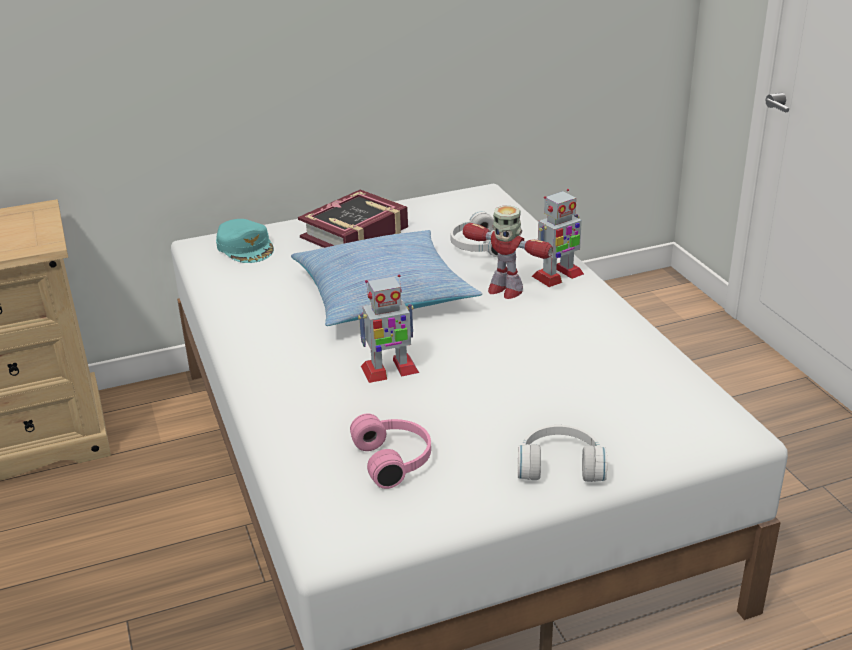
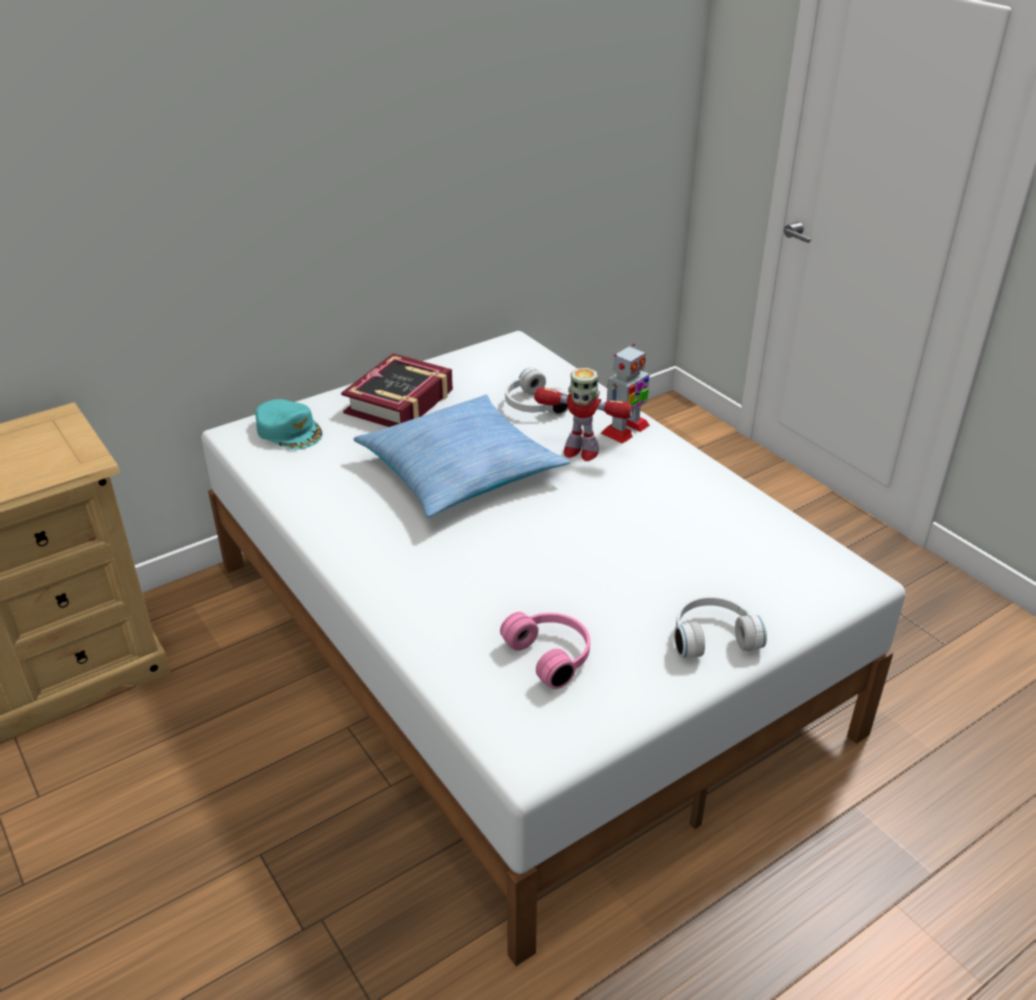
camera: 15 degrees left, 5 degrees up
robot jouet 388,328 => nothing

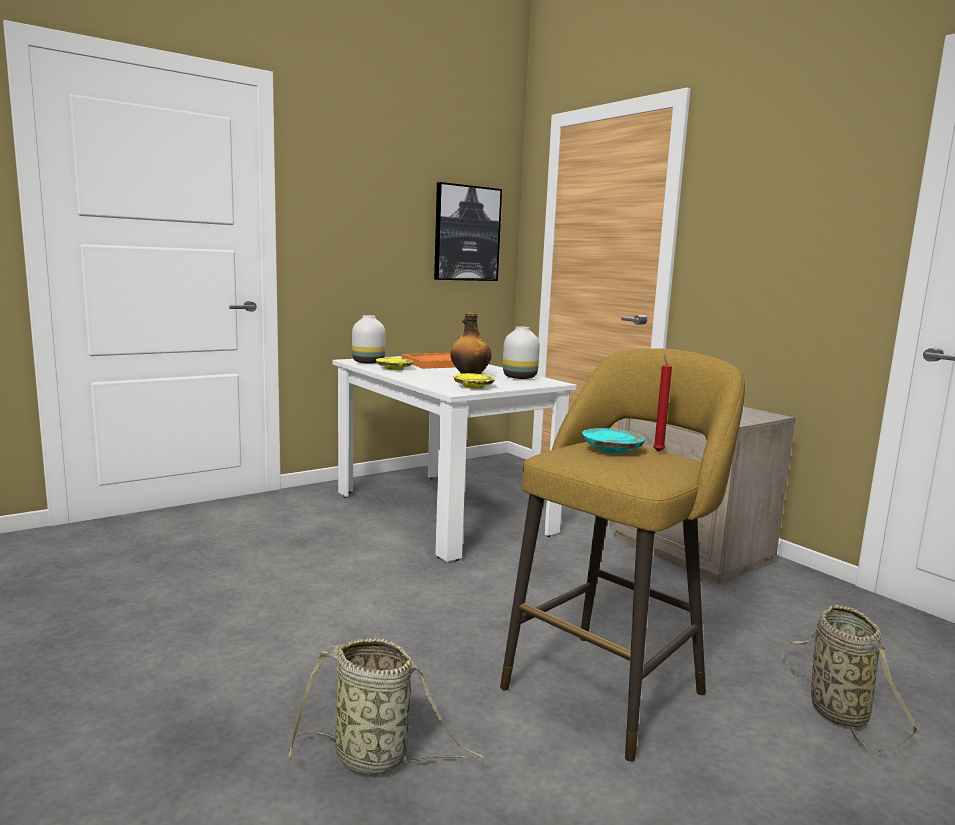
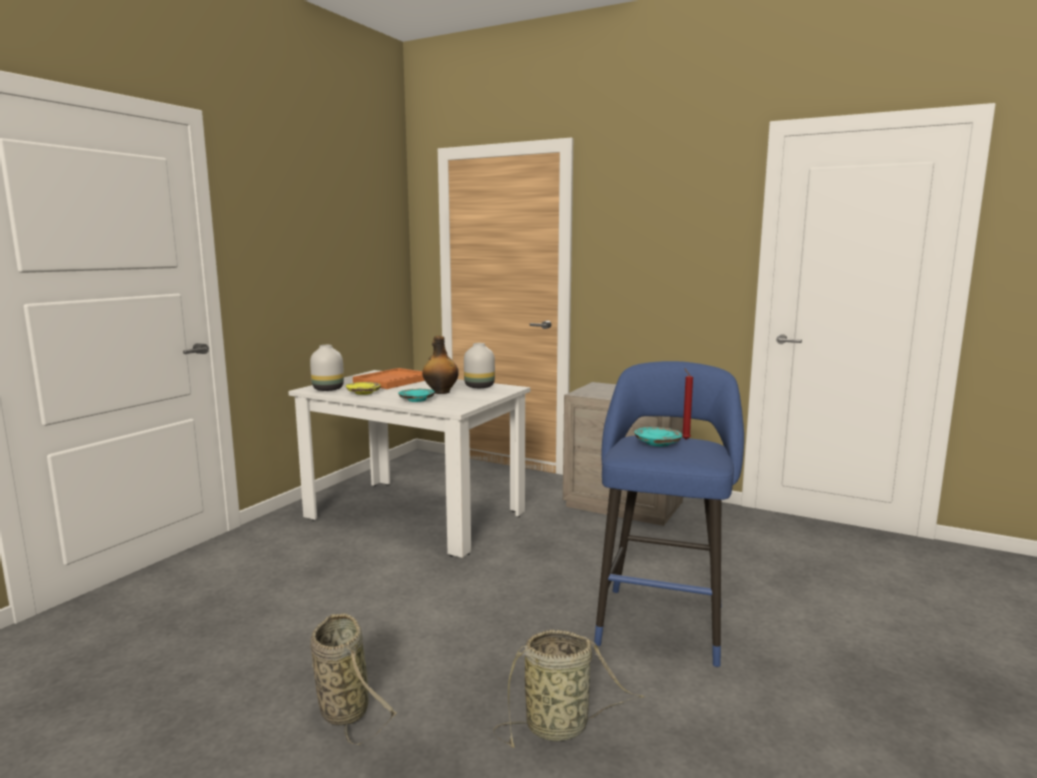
camera: 25 degrees left, 0 degrees up
panier 851,678 => panier 354,679, move
nothing => assiette/turquoise 416,395
tabouret/jaune 622,554 => tabouret/bleu 669,514
tableau 468,231 => nothing
assiette/jaune 474,381 => nothing

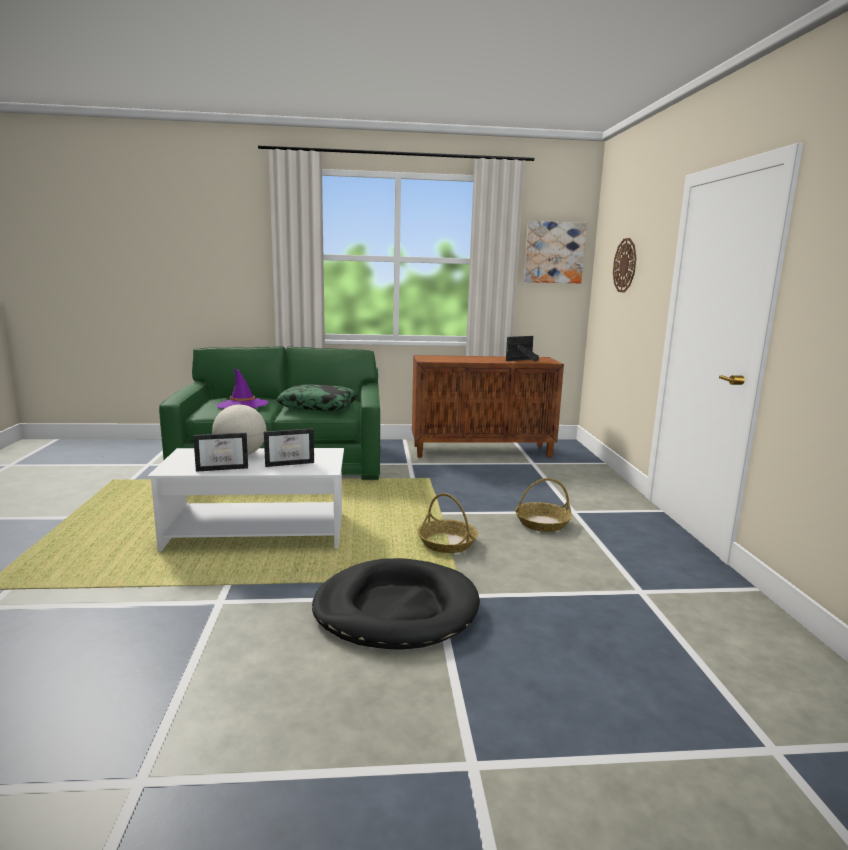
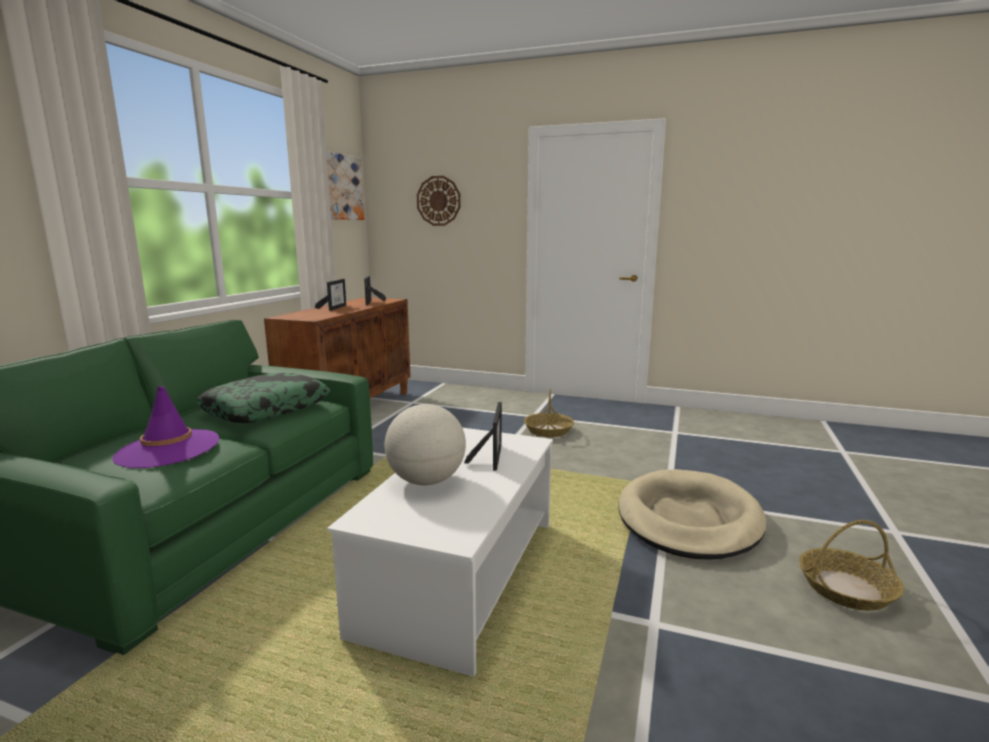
camera: 65 degrees left, 0 degrees up
cadre photo 220,452 => cadre photo 331,295, move
panier pour chien/noir 396,604 => panier pour chien/beige 692,514
panier 447,523 => panier 851,565, move

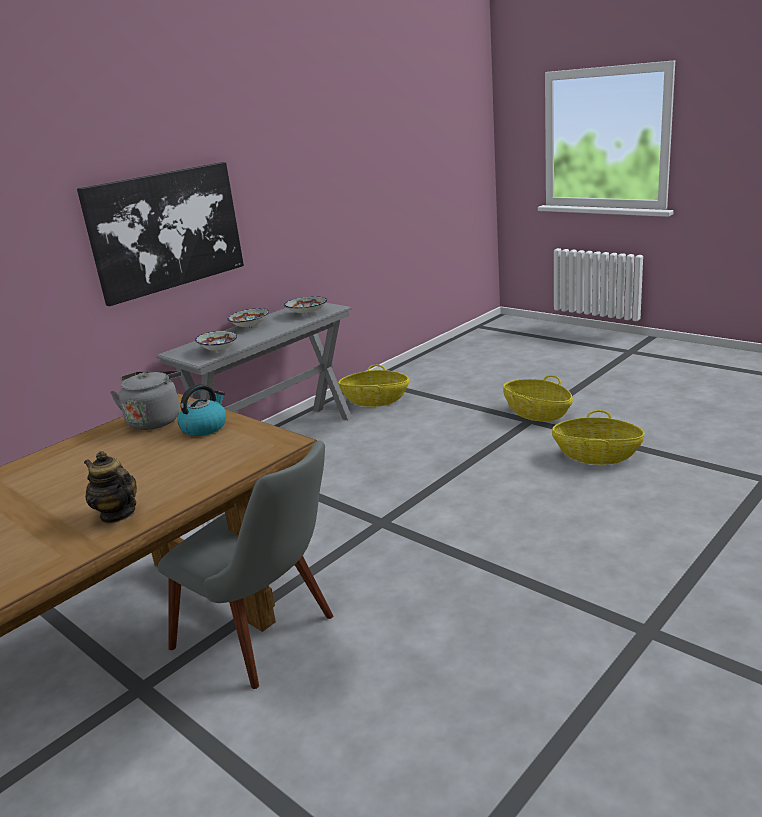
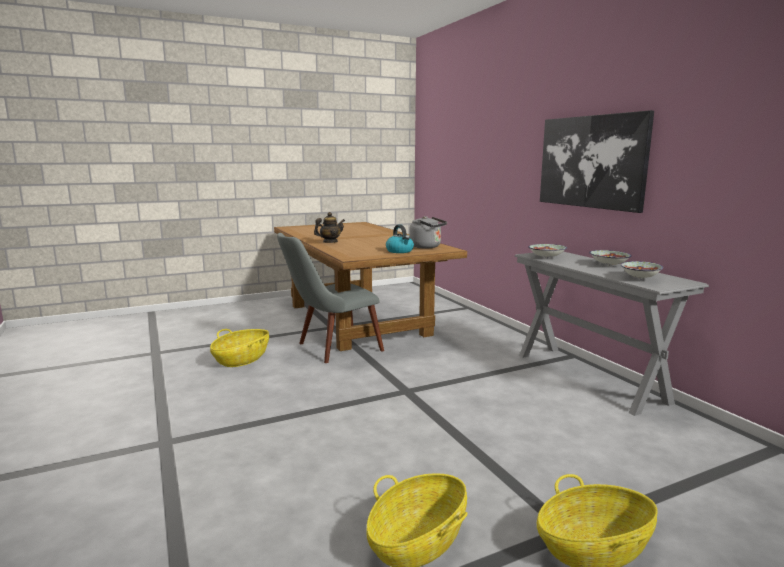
camera: 110 degrees right, 10 degrees down
panier 373,386 => panier 239,348, move

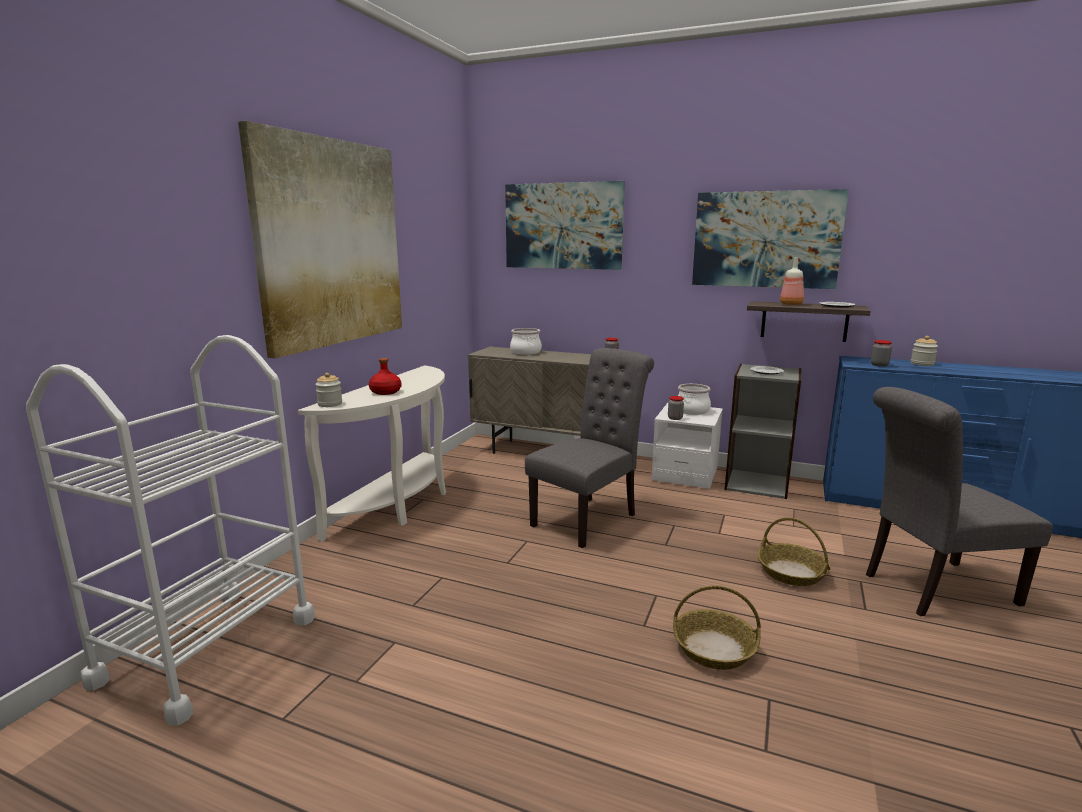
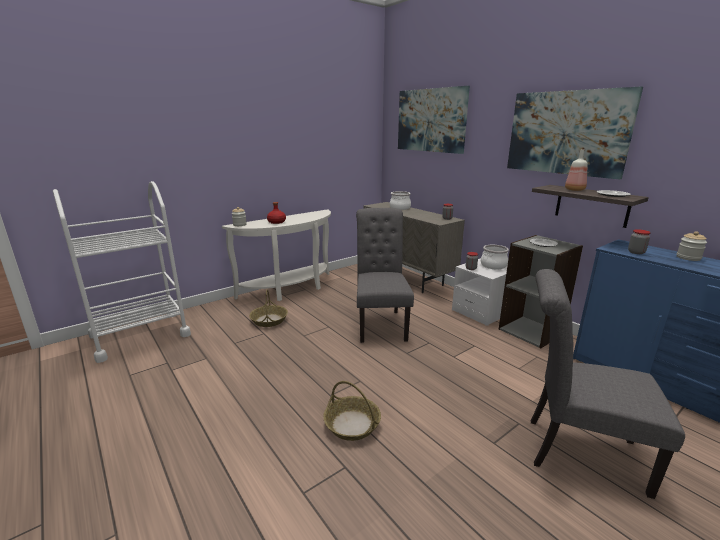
camera: 30 degrees right, 5 degrees up
panier 794,551 => panier 268,308, move
chaise/gris 589,448 => chaise/gris 385,275, 75 degrees counterclockwise
tableau 320,239 => nothing

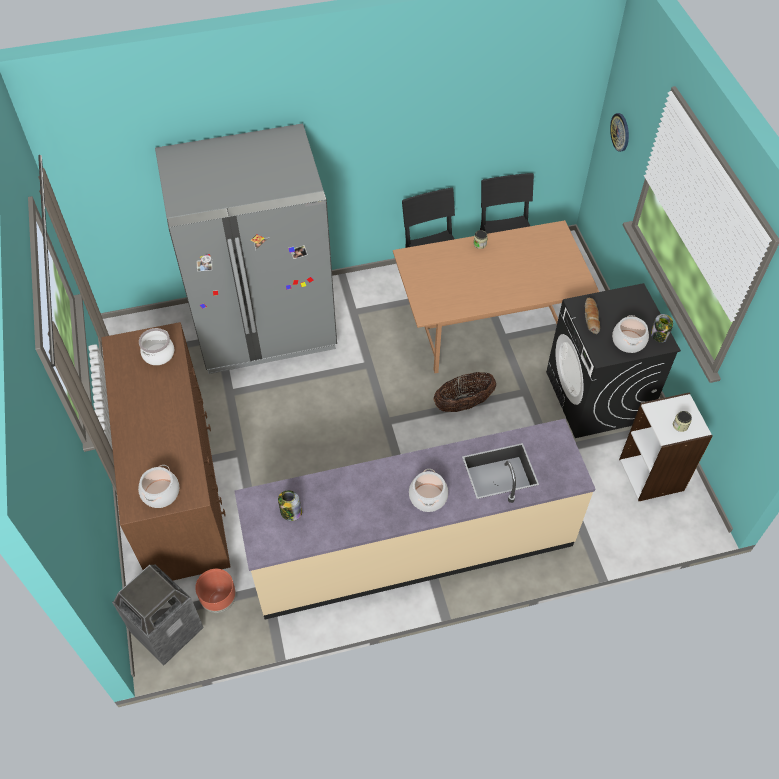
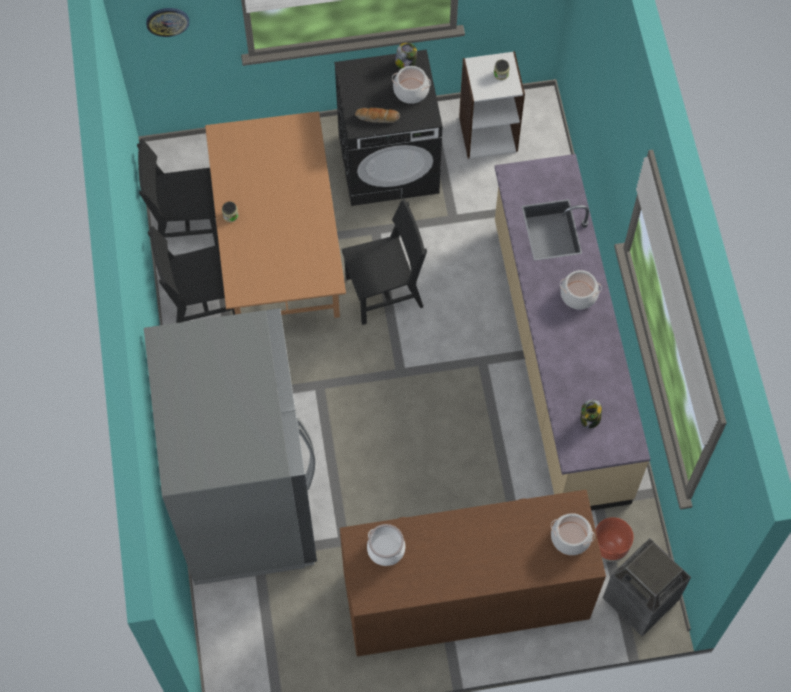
camera: 85 degrees left, 10 degrees up
panier 465,392 => chaise/noir 384,262

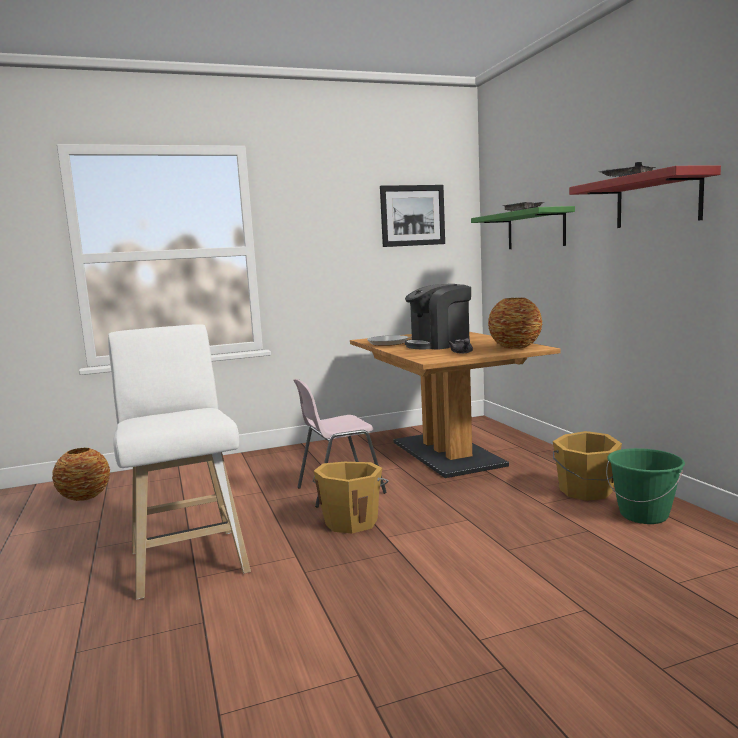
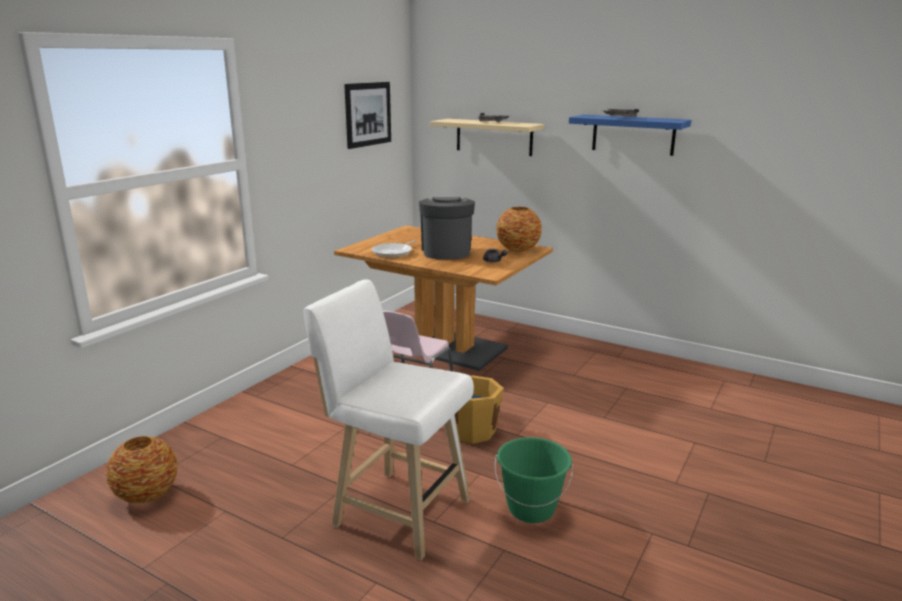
camera: 40 degrees left, 10 degrees up
machine à café 438,317 => machine à café 447,228, 150 degrees clockwise
étagère/vert 523,227 => étagère/beige 487,137
seau/vert 645,486 => seau/vert 534,480, move
étagère/rouge 645,197 => étagère/bleu 630,135
seau/orange 587,466 => nothing

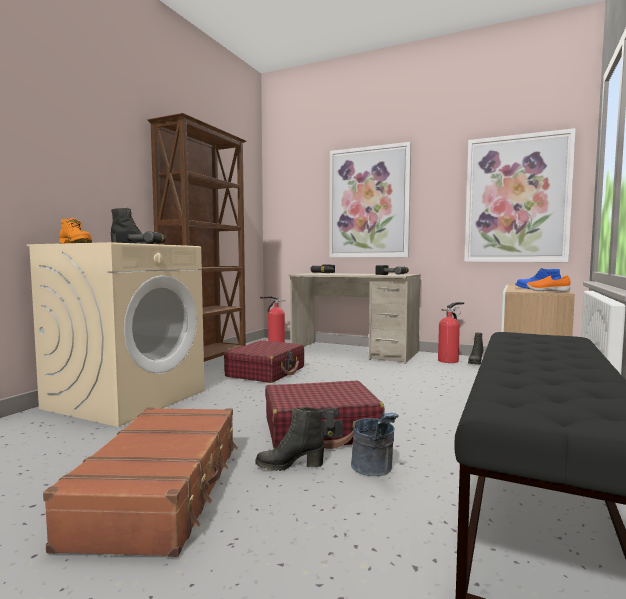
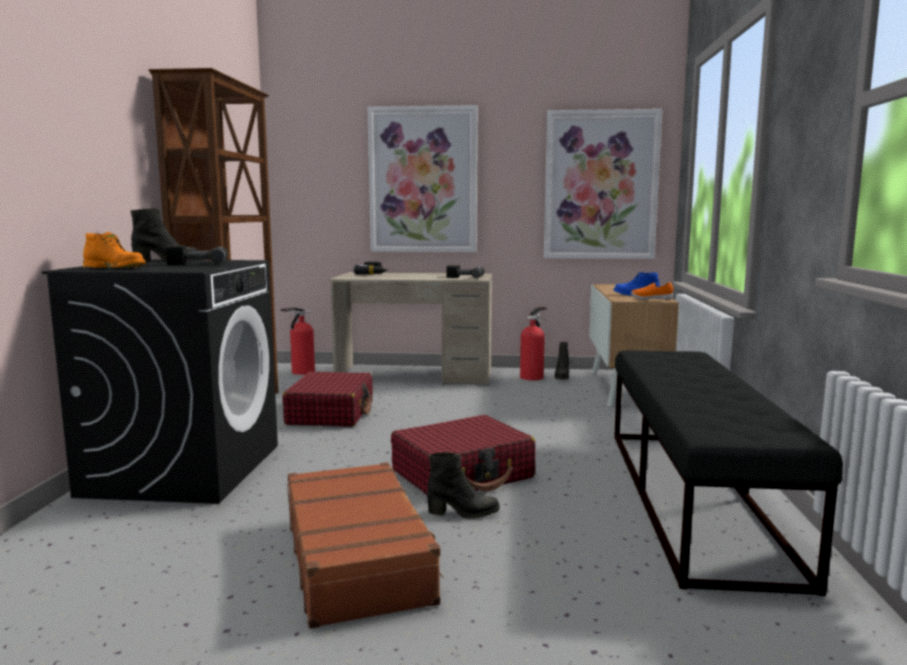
camera: 20 degrees left, 5 degrees up
lave-linge/beige 116,334 => lave-linge/noir 159,381
botte/noir 289,439 => botte/noir 463,485, 150 degrees counterclockwise
seau/gris 375,444 => nothing

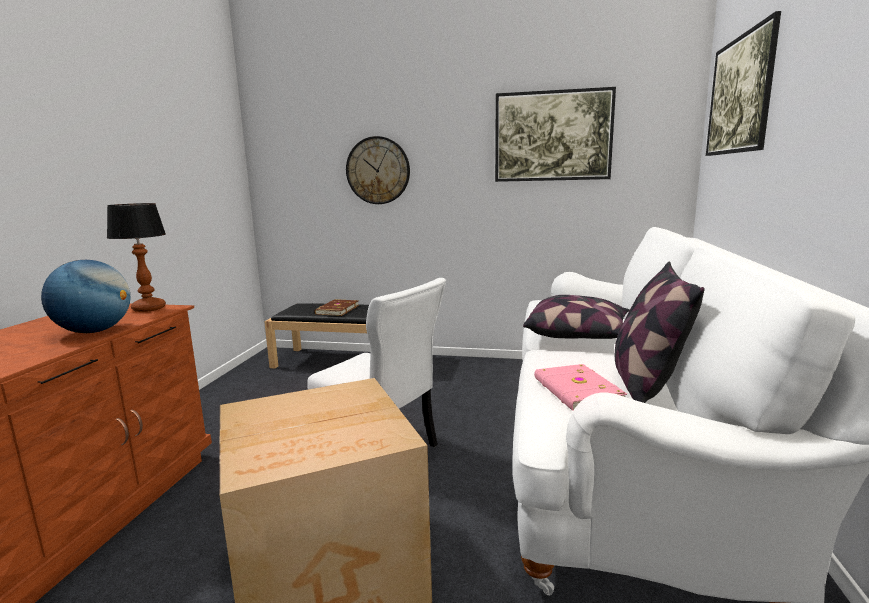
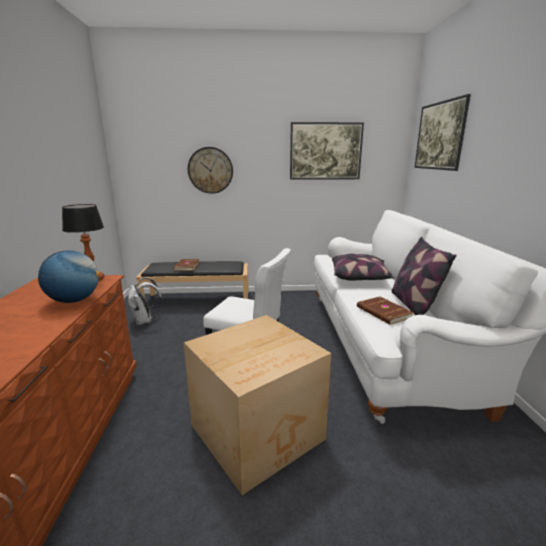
camera: 15 degrees left, 5 degrees up
nothing => sac à dos/blanc 145,301
livre/rose 580,387 => livre/marron 385,311

